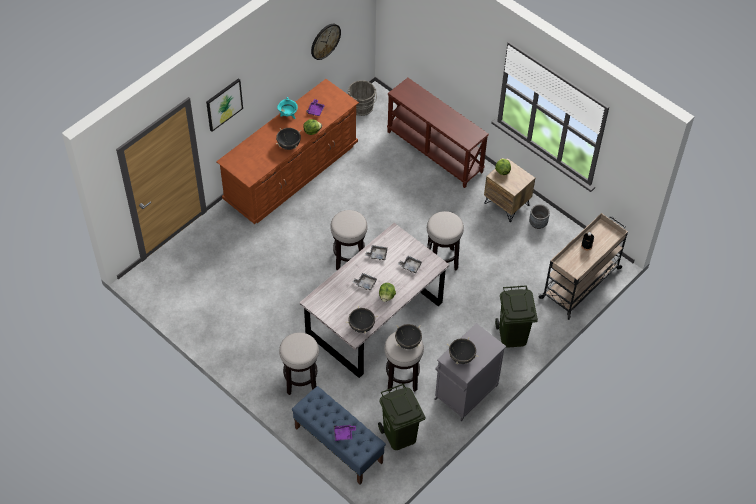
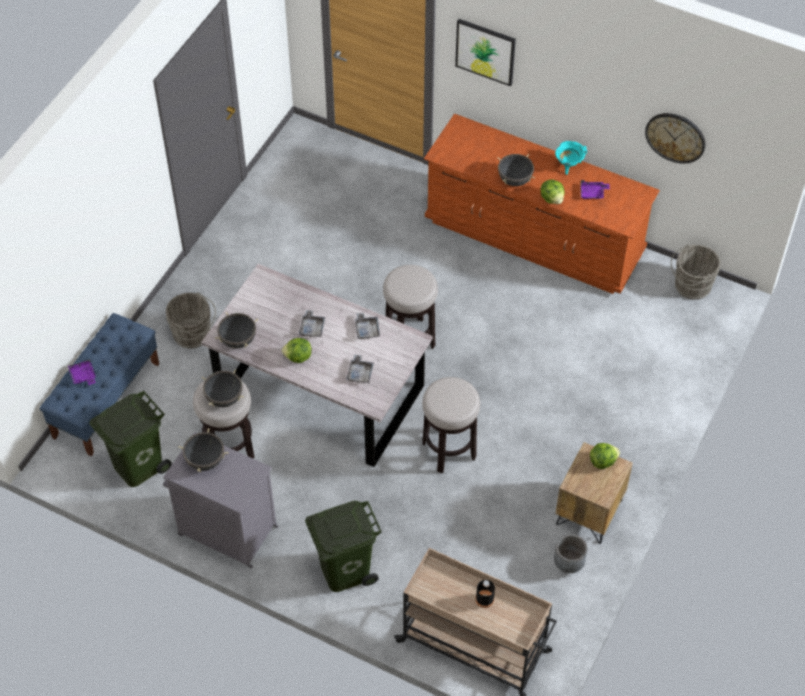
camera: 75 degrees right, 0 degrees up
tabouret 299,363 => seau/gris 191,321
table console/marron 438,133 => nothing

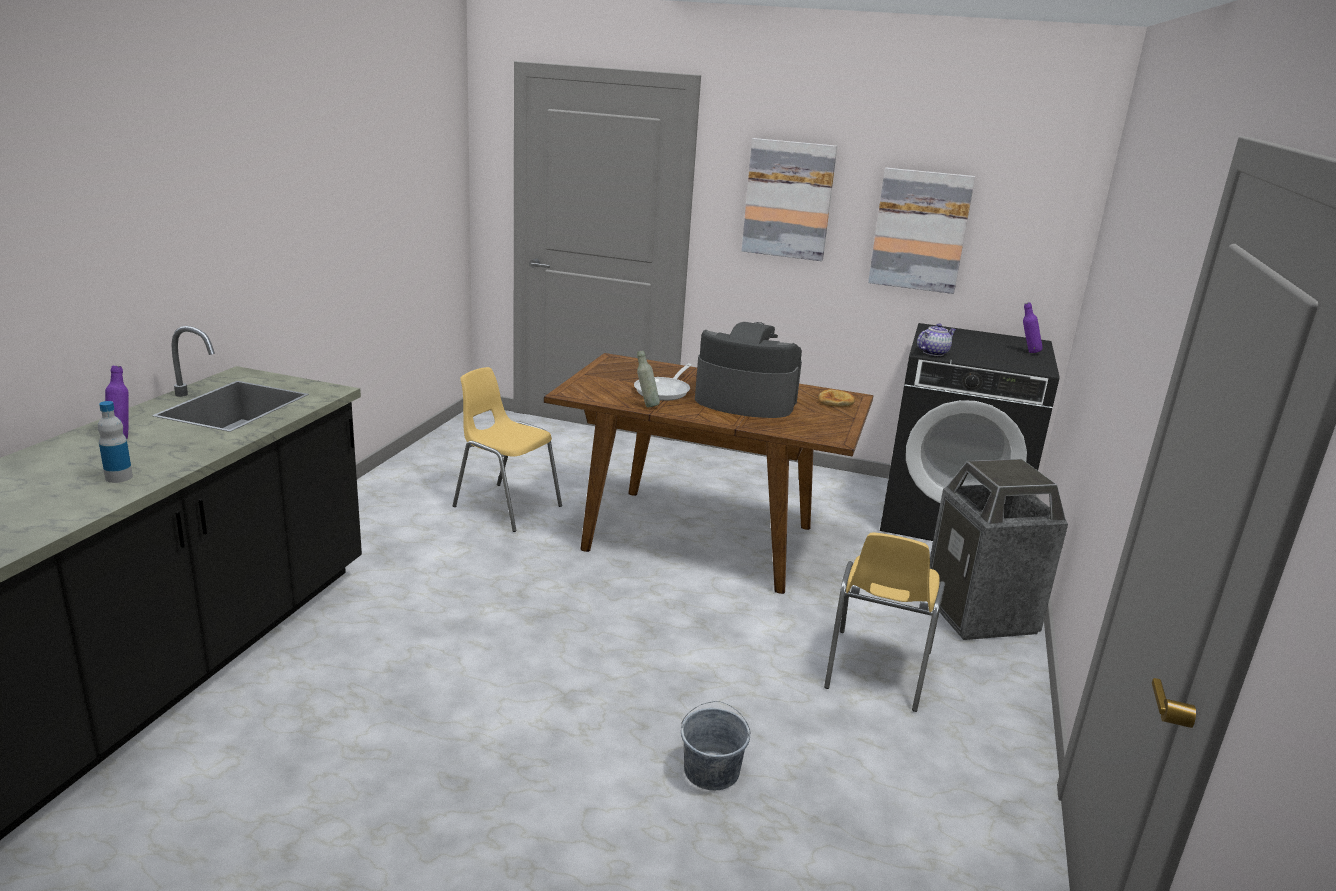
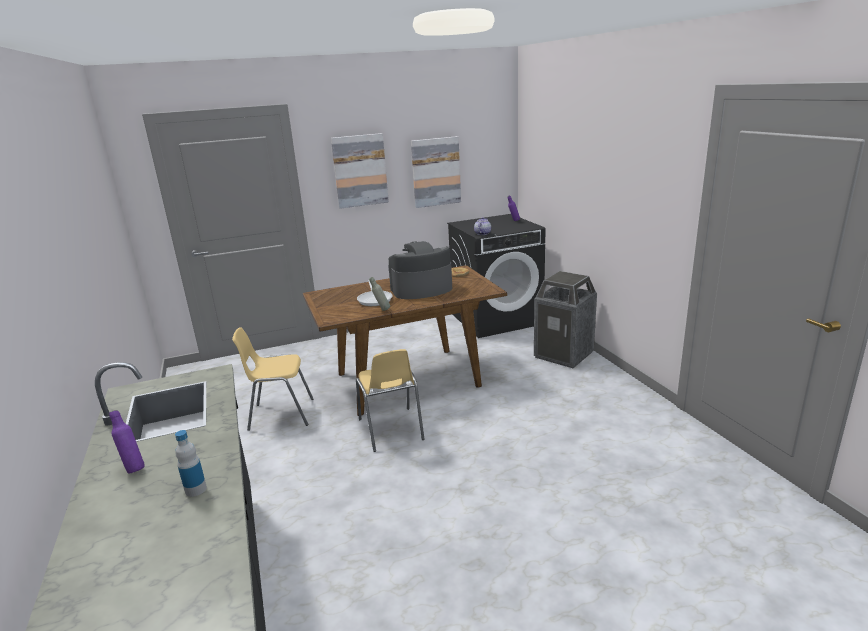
camera: 35 degrees left, 0 degrees up
chaise/jaune 884,622 => chaise/jaune 390,400, move
seau/gris 715,745 => nothing

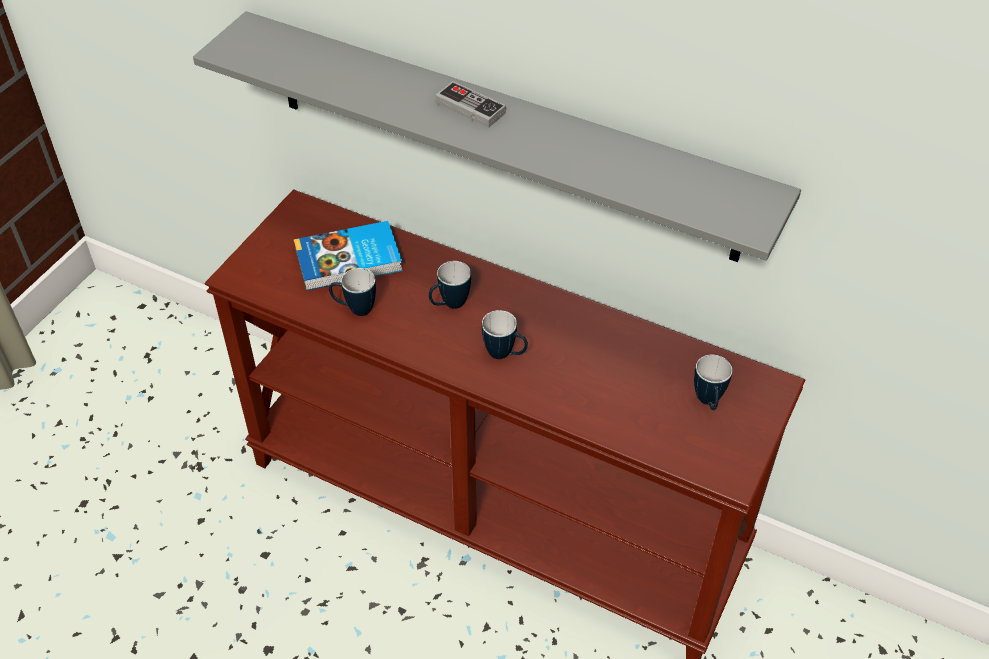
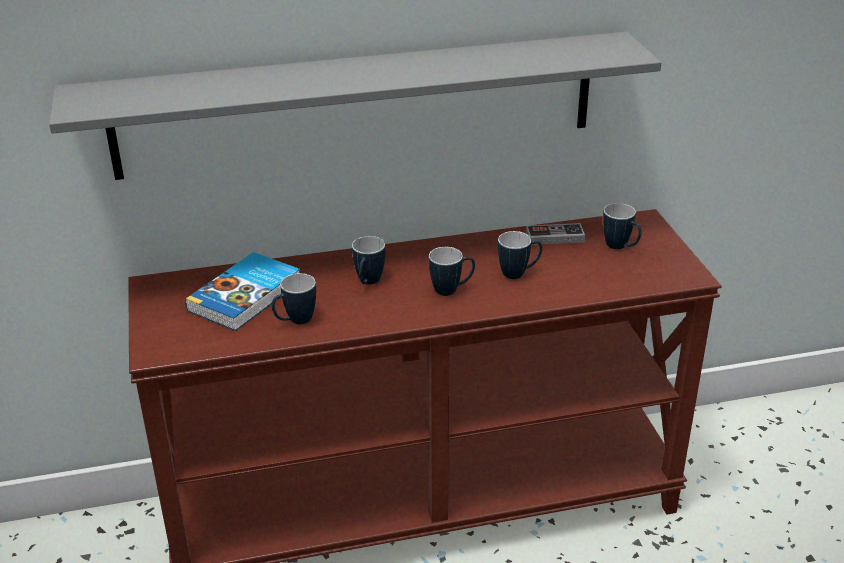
camera: 40 degrees left, 15 degrees down
nothing => mug 520,255
manette 470,104 => manette 555,234, move

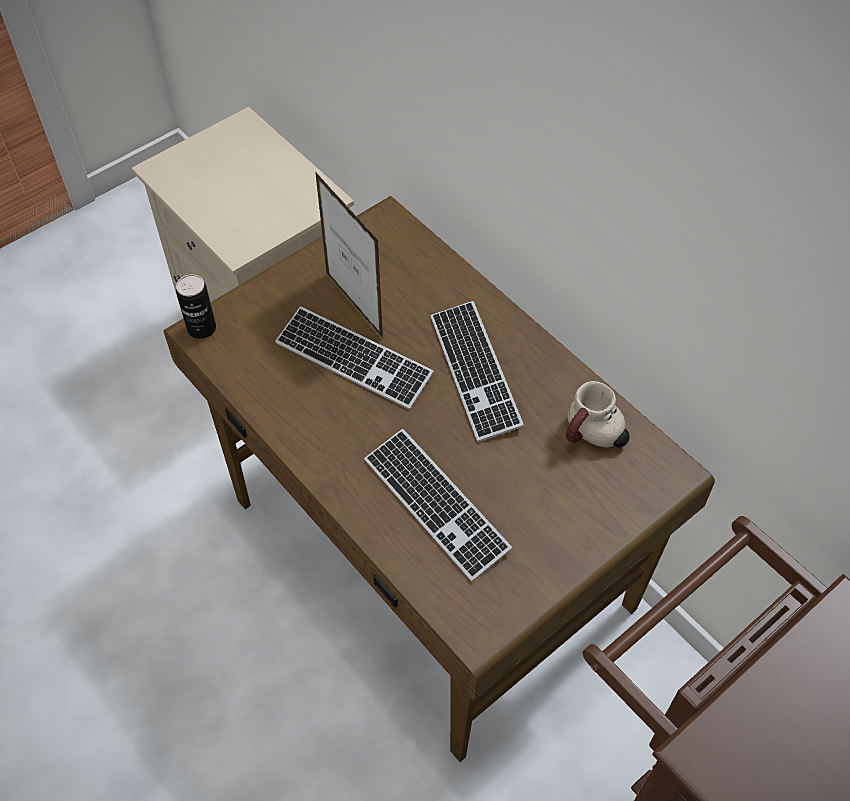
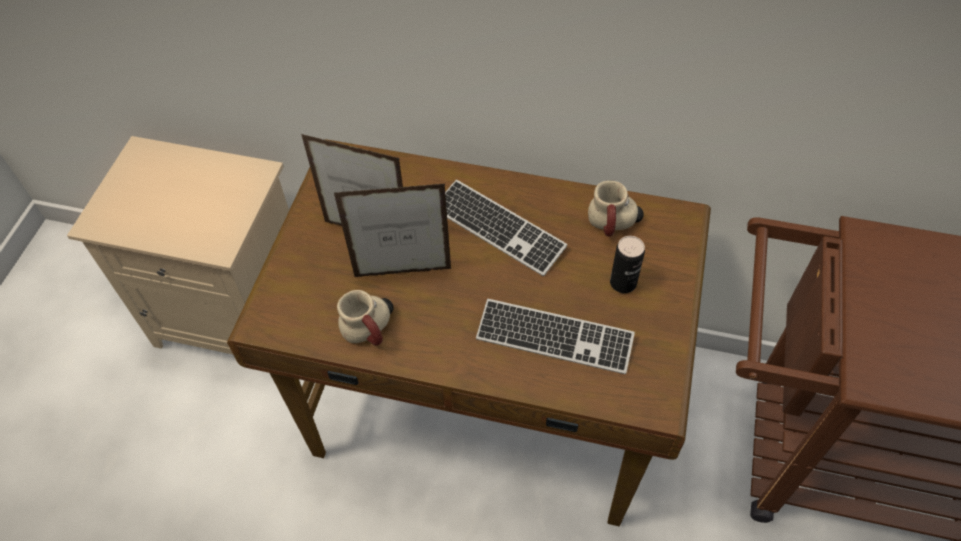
camera: 35 degrees left, 0 degrees up
clavier 354,358 => cadre photo 393,230
nothing => mug 365,318
boîte métallique 196,306 => boîte métallique 627,264, move

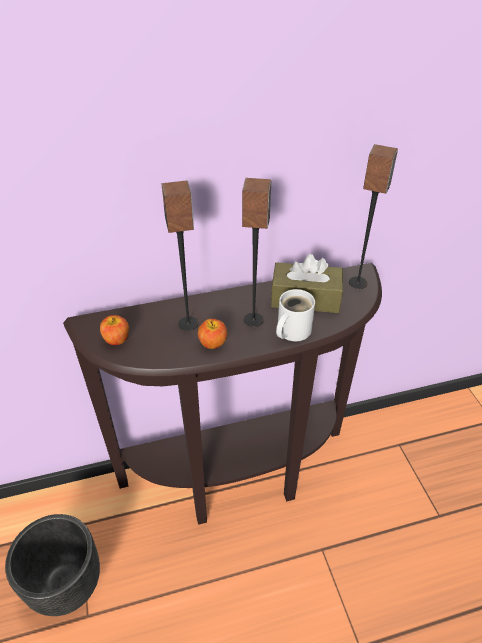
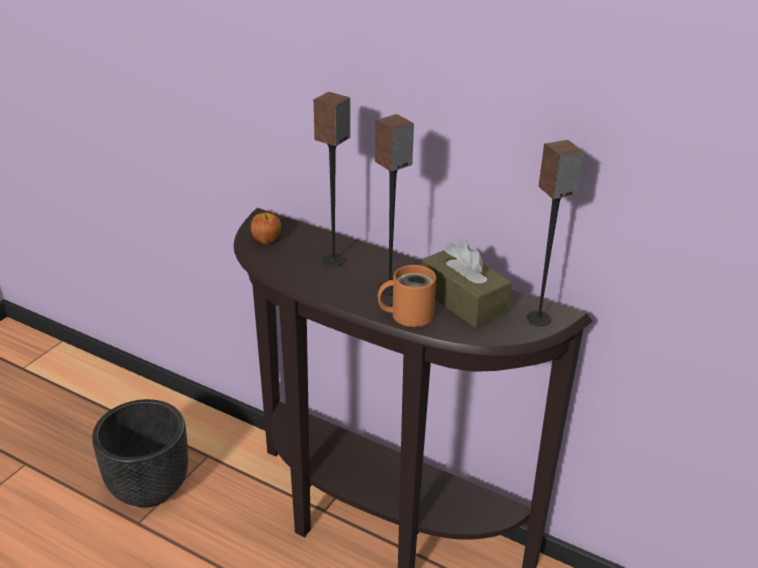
camera: 45 degrees right, 10 degrees down
mug/blanc 295,315 => mug/orange 407,296
pomme 212,334 => nothing

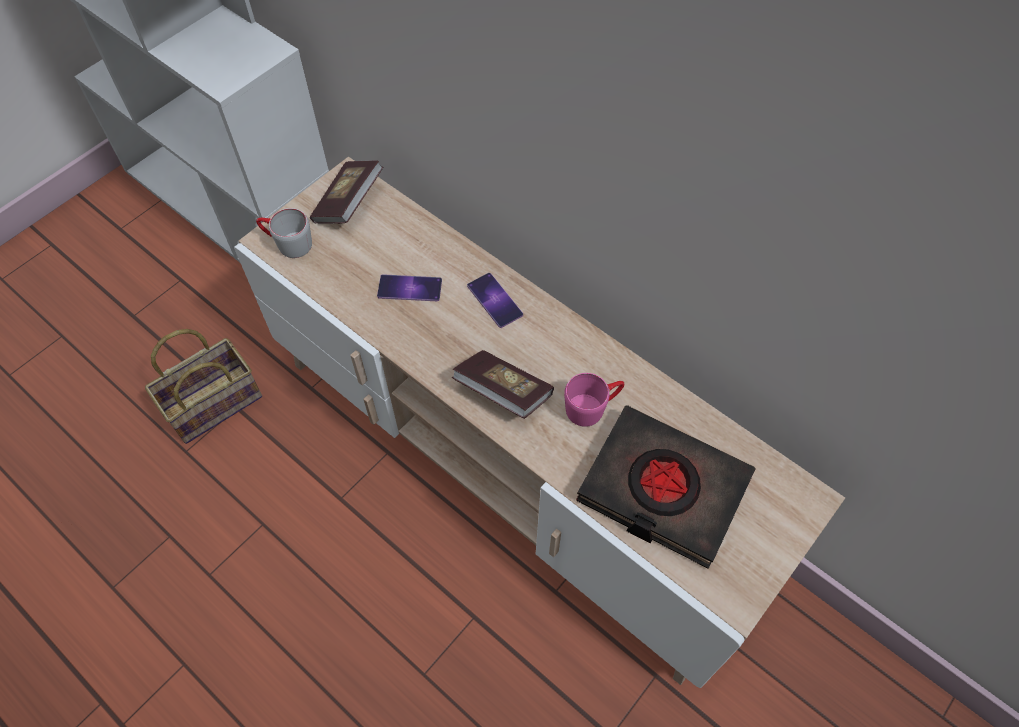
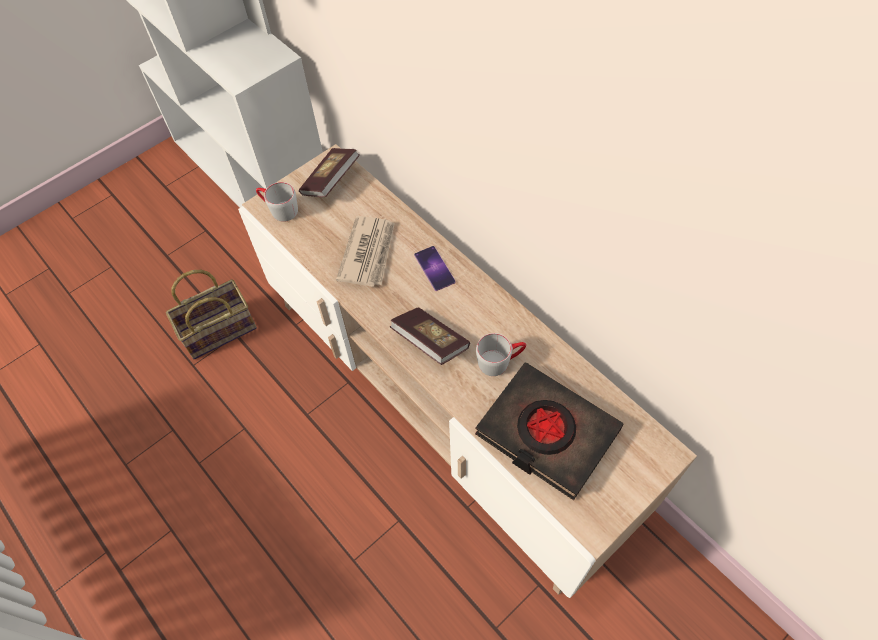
camera: 10 degrees right, 0 degrees up
téléphone 409,287 => journal 365,251
mug/rose 594,400 => mug/gris 501,354

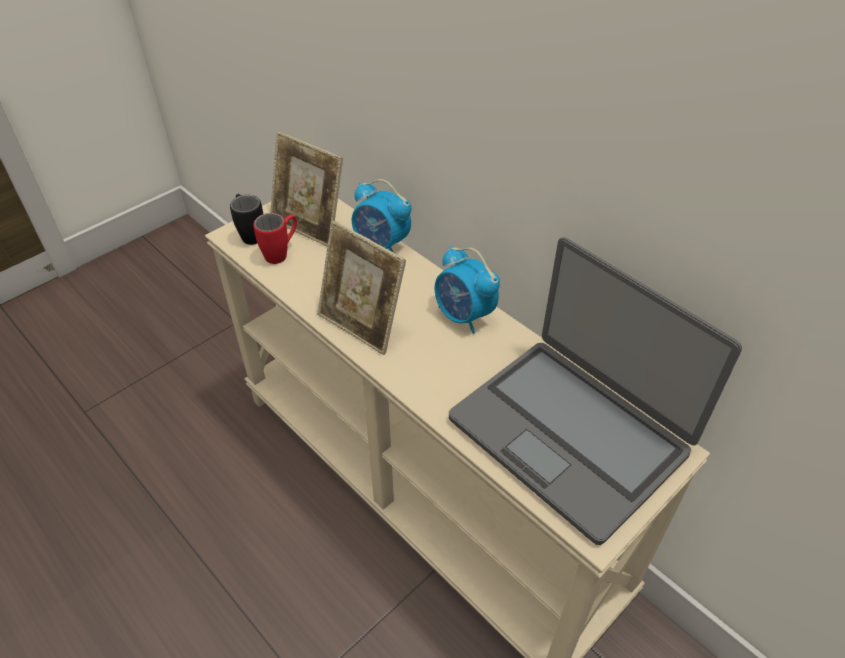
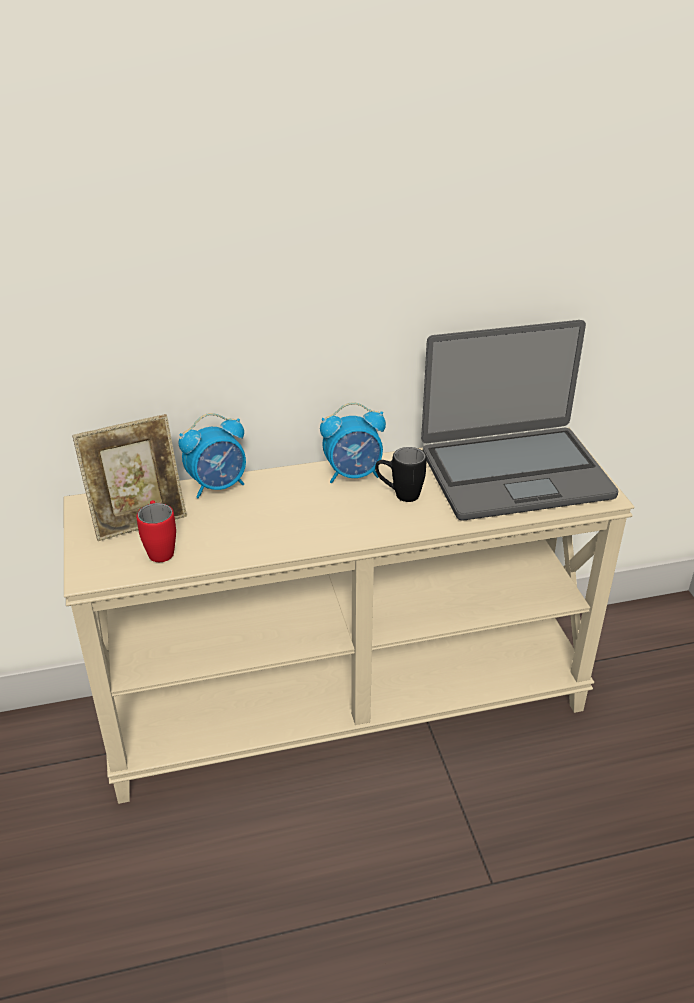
camera: 60 degrees left, 10 degrees down
mug/noir 246,219 => mug/noir 401,474, move
cadre photo 361,287 => nothing

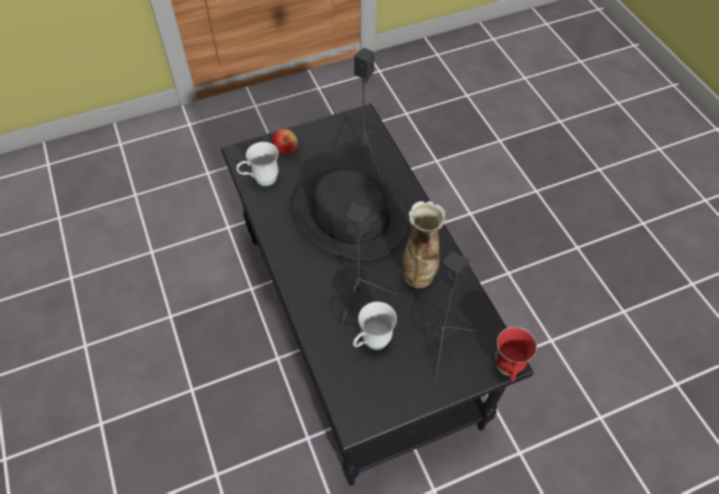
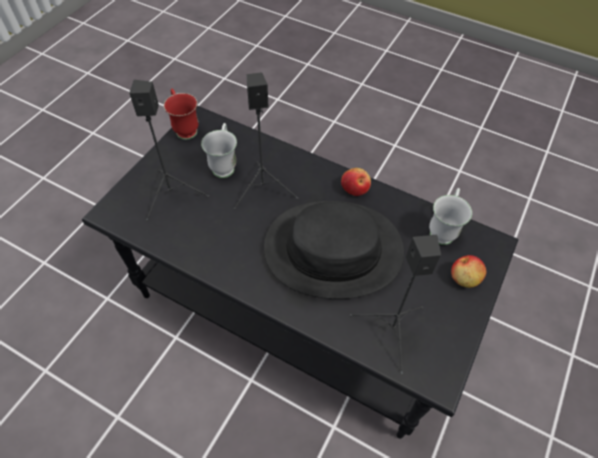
camera: 140 degrees right, 0 degrees up
mug/rouge 516,354 => mug/rouge 181,114, move
nothing => pomme 356,182
vase 424,244 => nothing

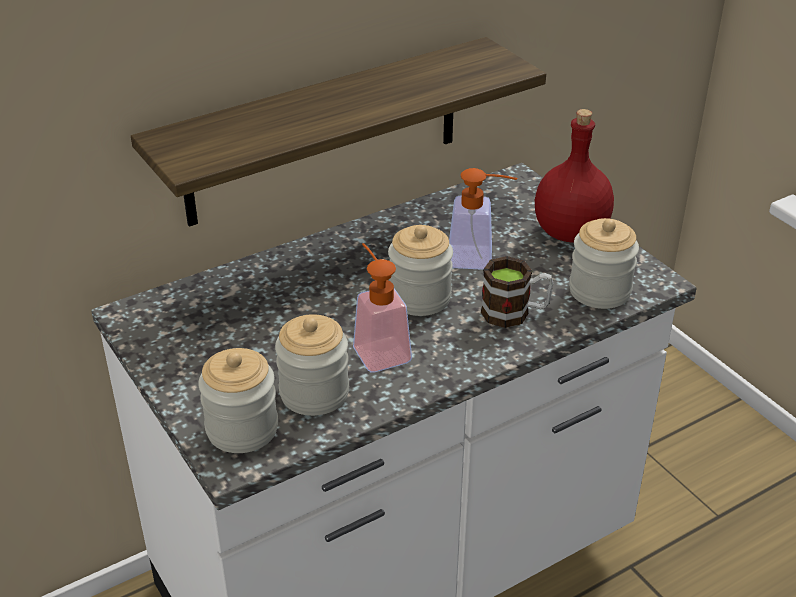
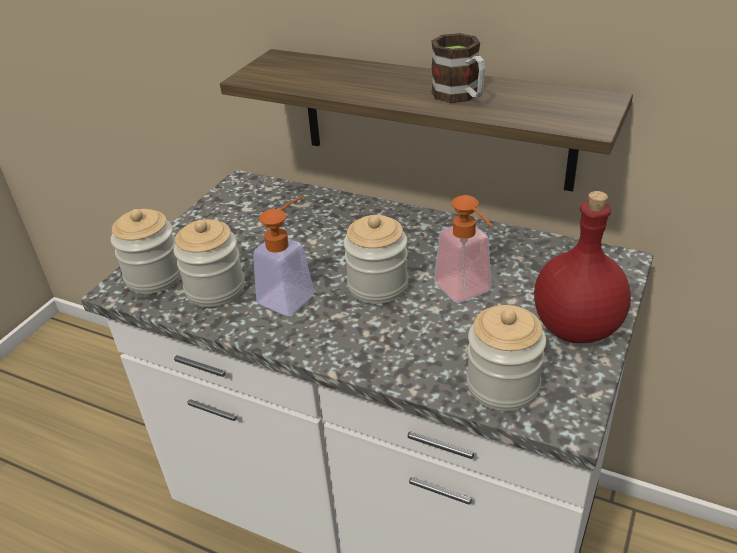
camera: 60 degrees right, 0 degrees up
mug 517,292 => mug 459,68, move

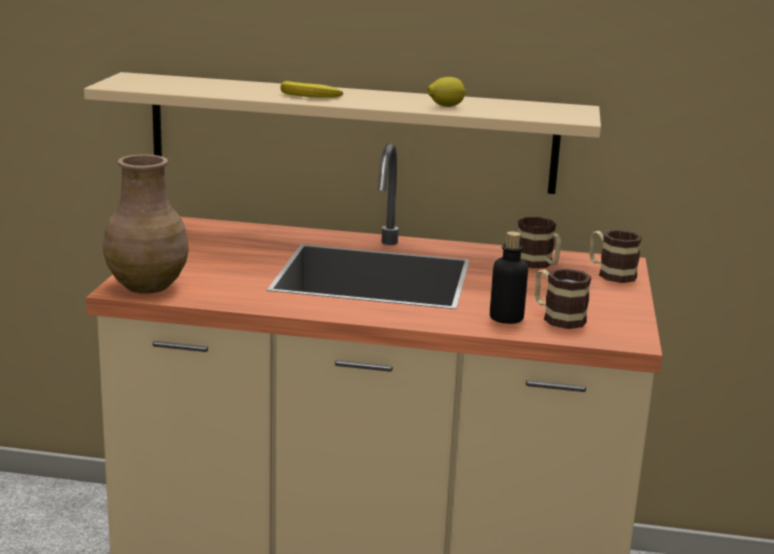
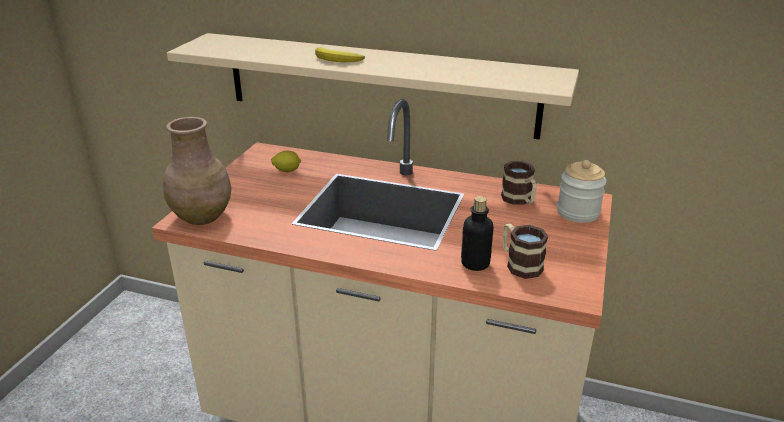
camera: 10 degrees right, 10 degrees up
citron 447,92 => citron 286,161, move
mug 615,256 => bocal 582,191

